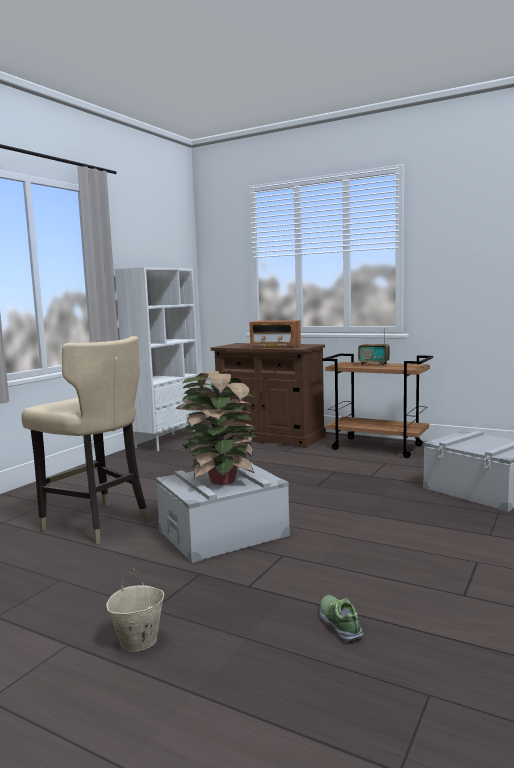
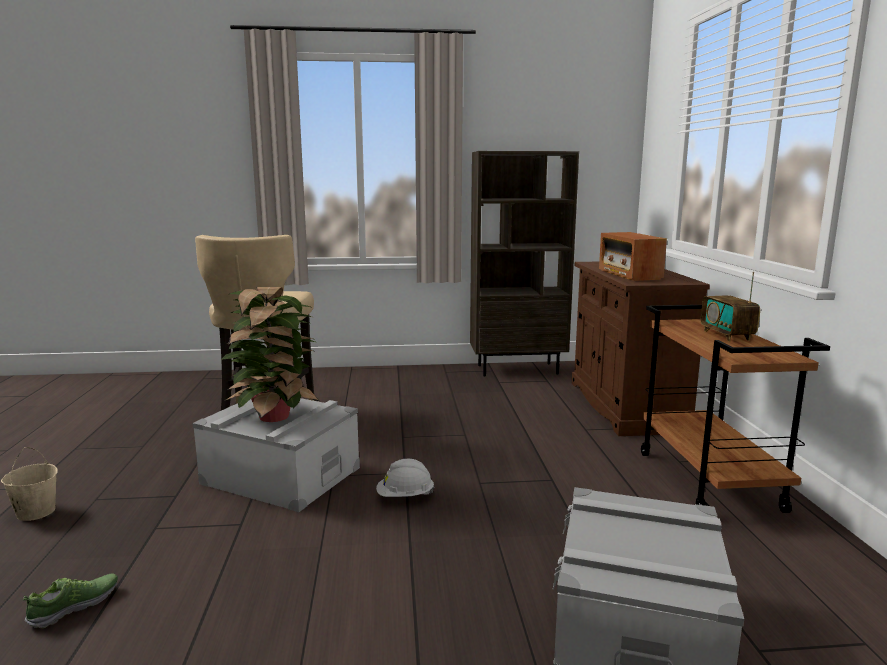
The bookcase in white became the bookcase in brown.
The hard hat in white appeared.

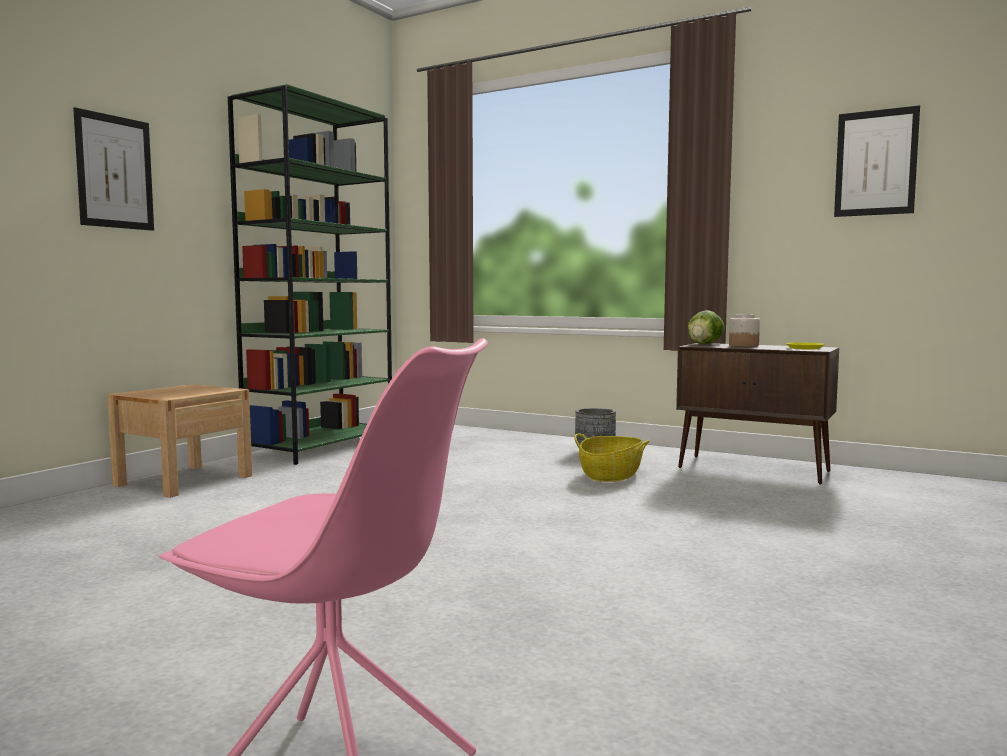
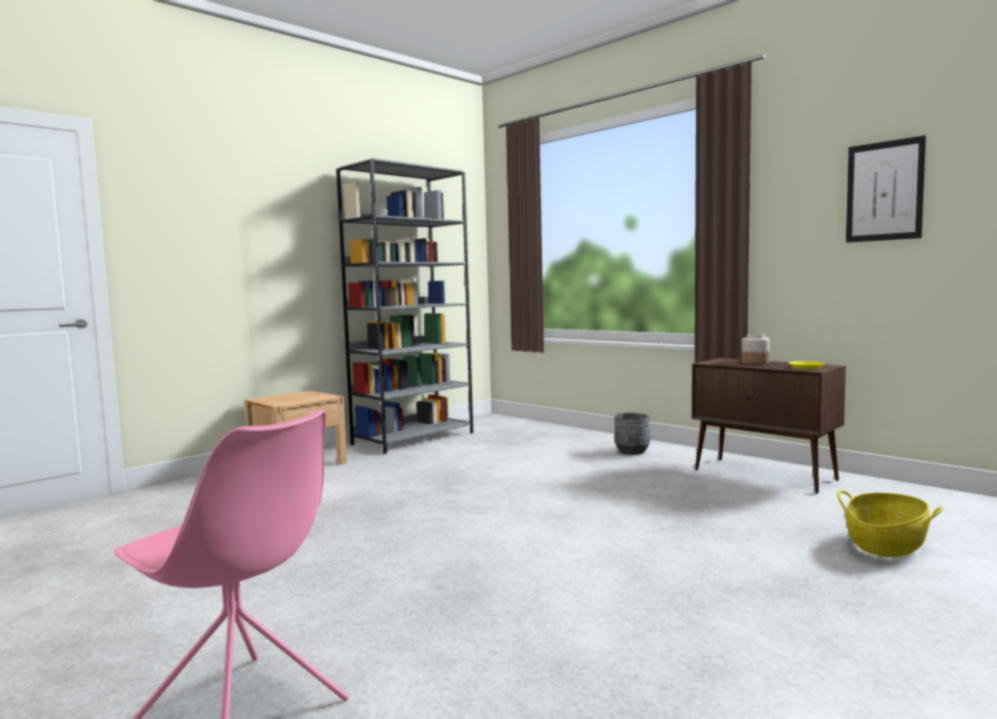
The bookcase in green became the bookcase in grey.
The picture (no. 1 from left) disappeared.
The lettuce disappeared.
The basket moved.

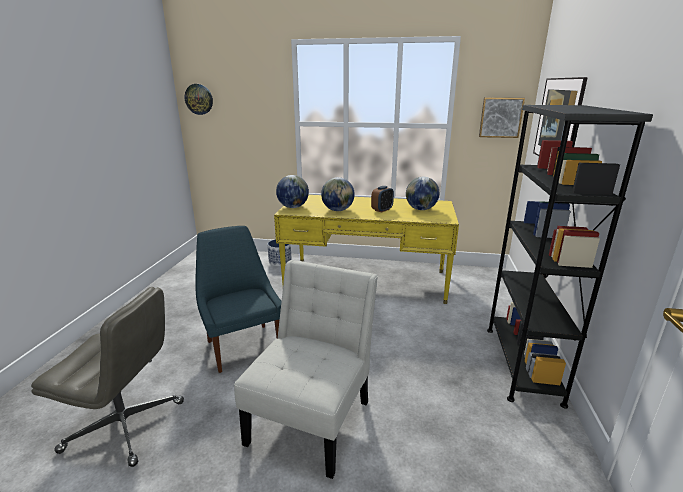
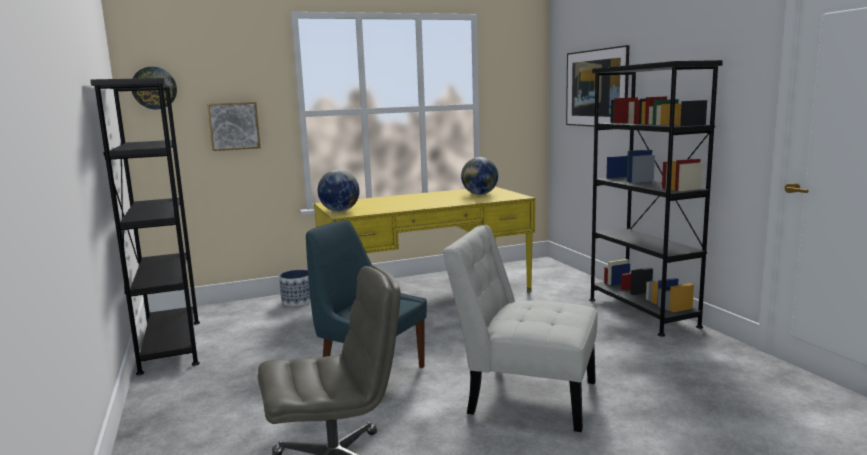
The picture (no. 1 from left) moved.
The globe (no. 2 from left) disappeared.
The alarm clock disappeared.
The chair in white turned 60 degrees counterclockwise.
The bookcase in black (no. 1 from left) appeared.

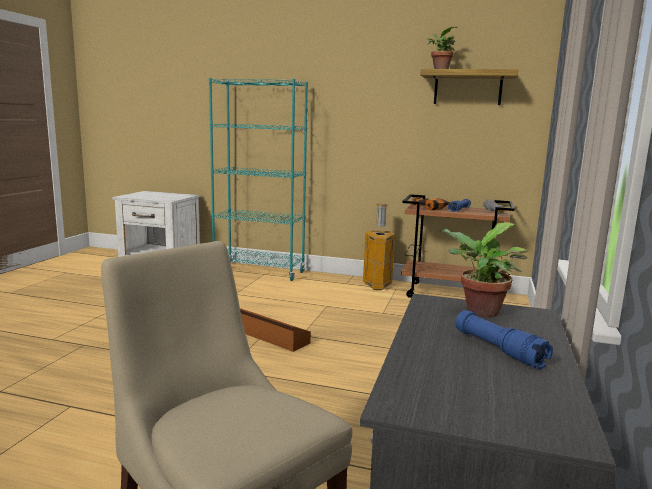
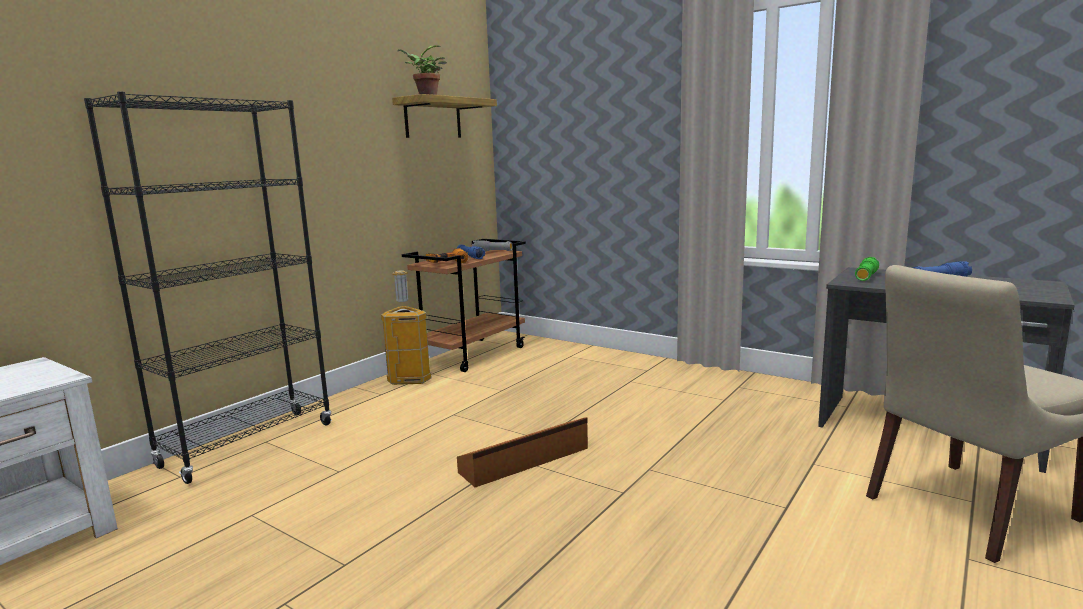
The bookcase in turquoise became the bookcase in black.
The potted plant (no. 2 from left) was replaced by the flashlight in green.

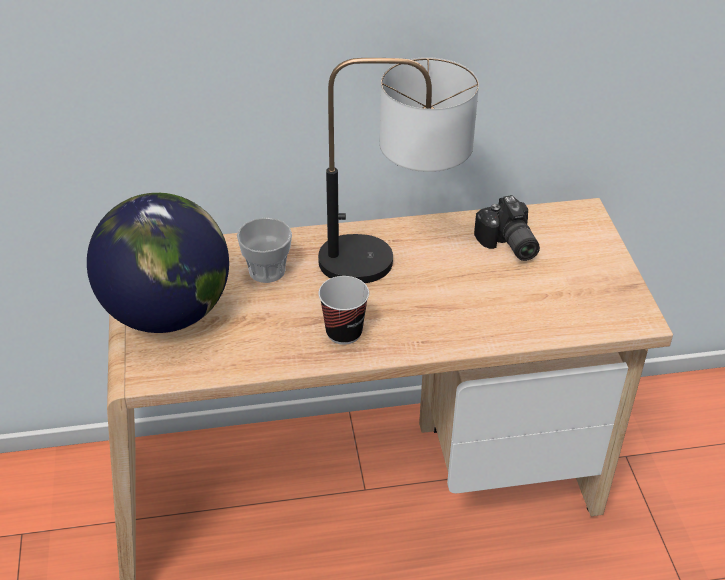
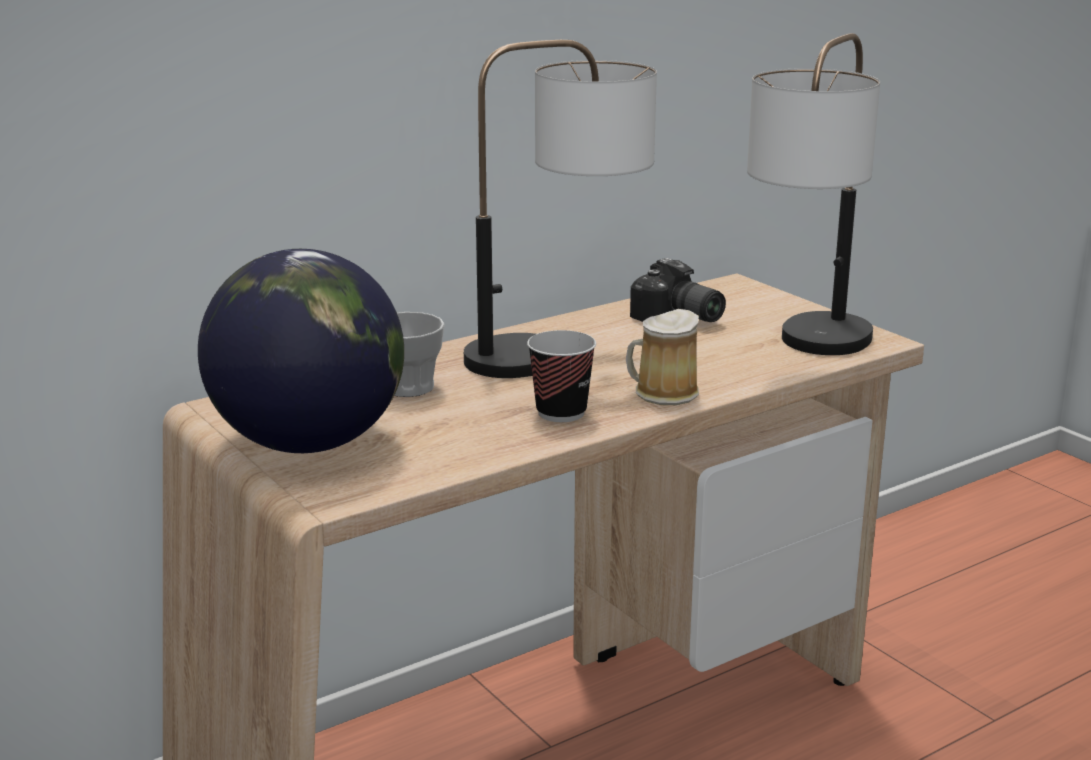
The table lamp (no. 2 from left) appeared.
The mug appeared.

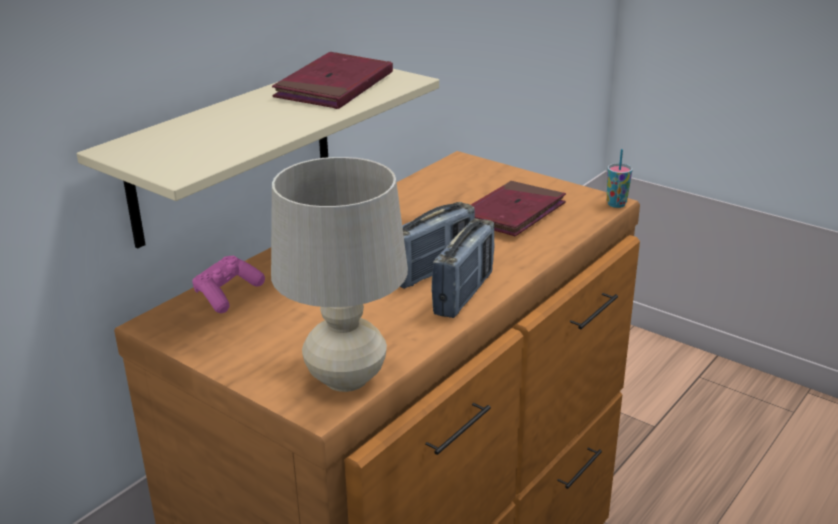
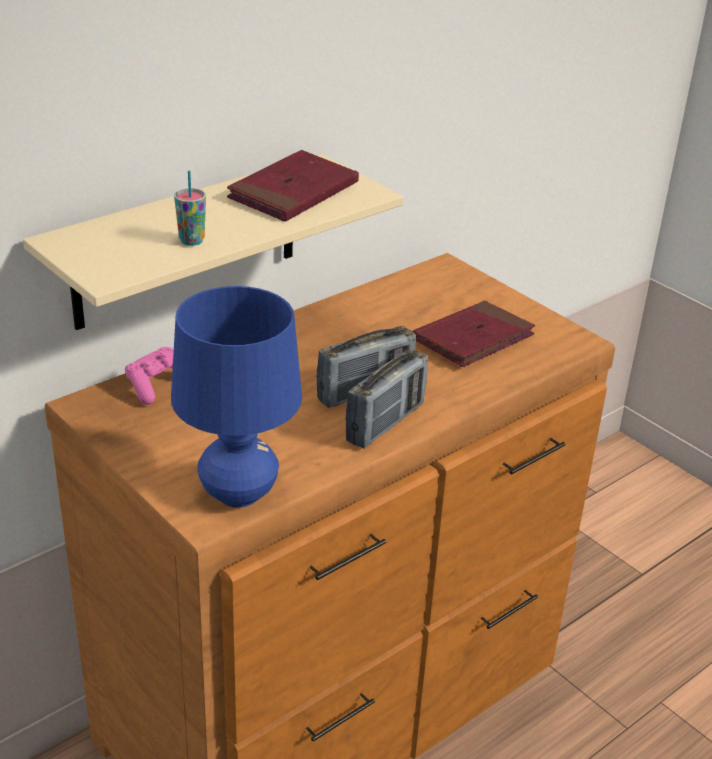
The cup moved.
The table lamp in beige became the table lamp in blue.

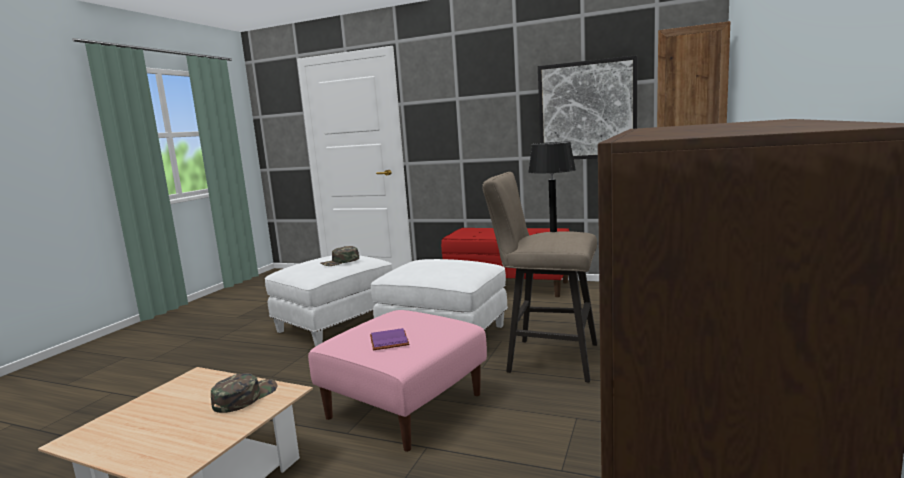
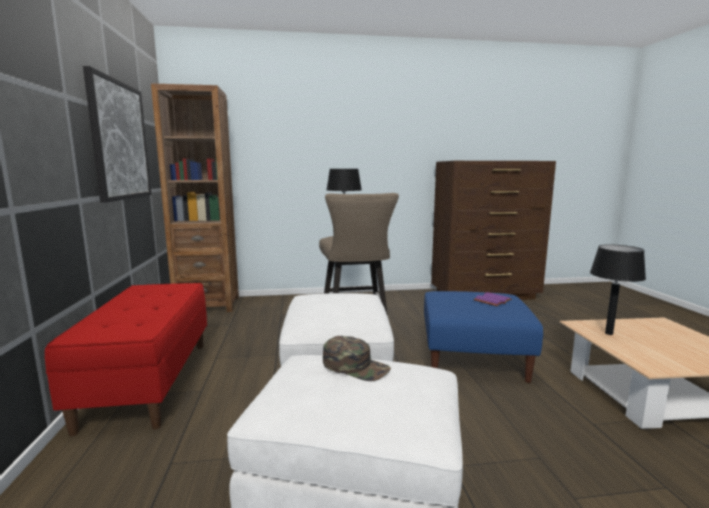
The ottoman in pink became the ottoman in blue.
The cap in green (no. 1 from left) was replaced by the table lamp in black (no. 2 from left).

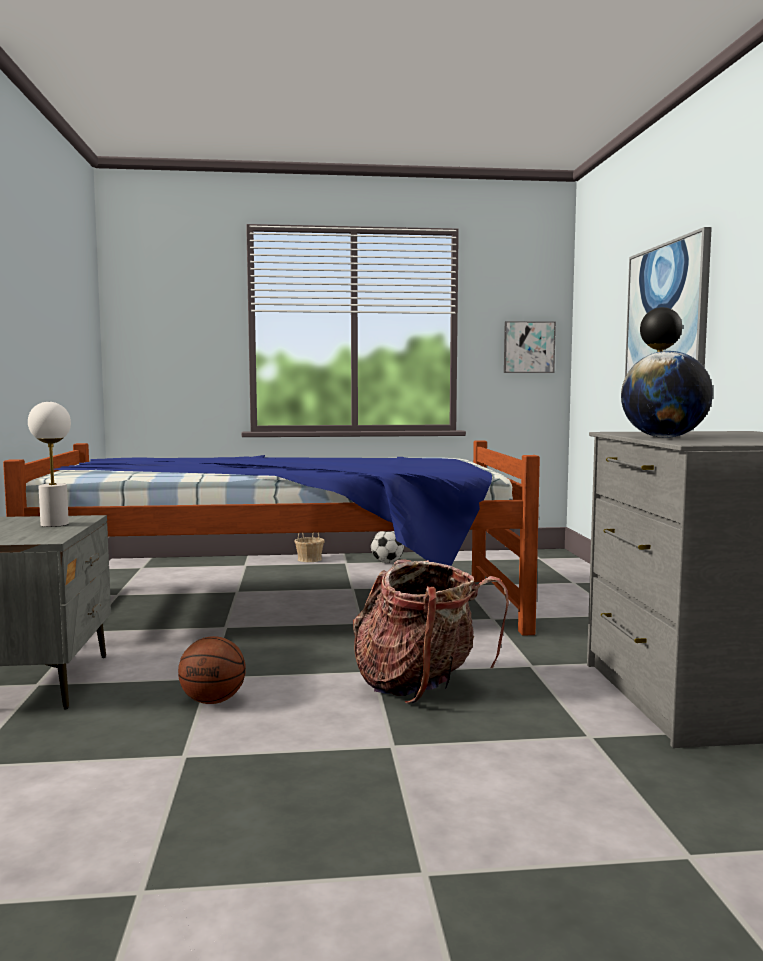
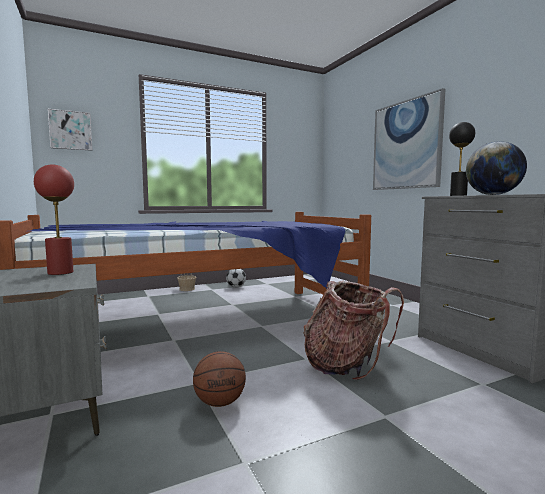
The picture (no. 1 from left) moved.
The table lamp in white became the table lamp in red.

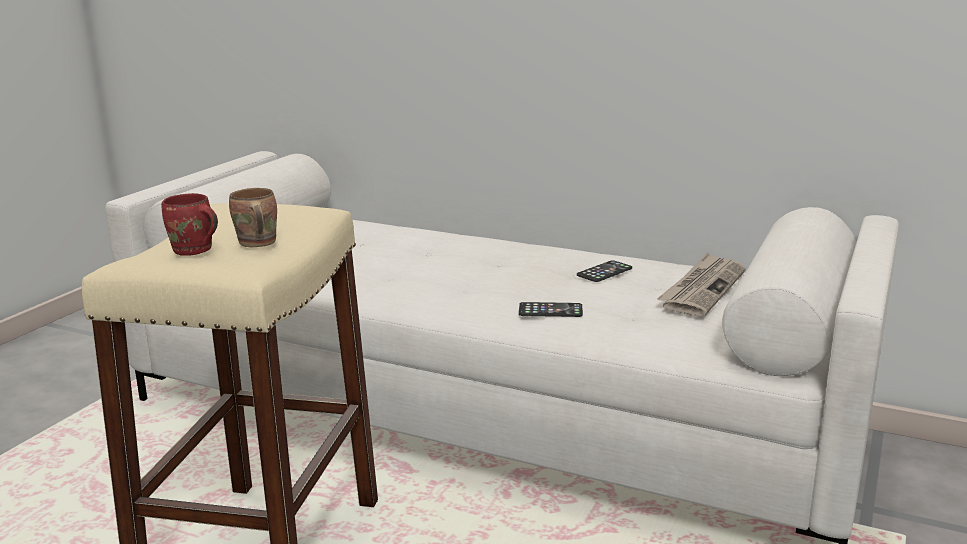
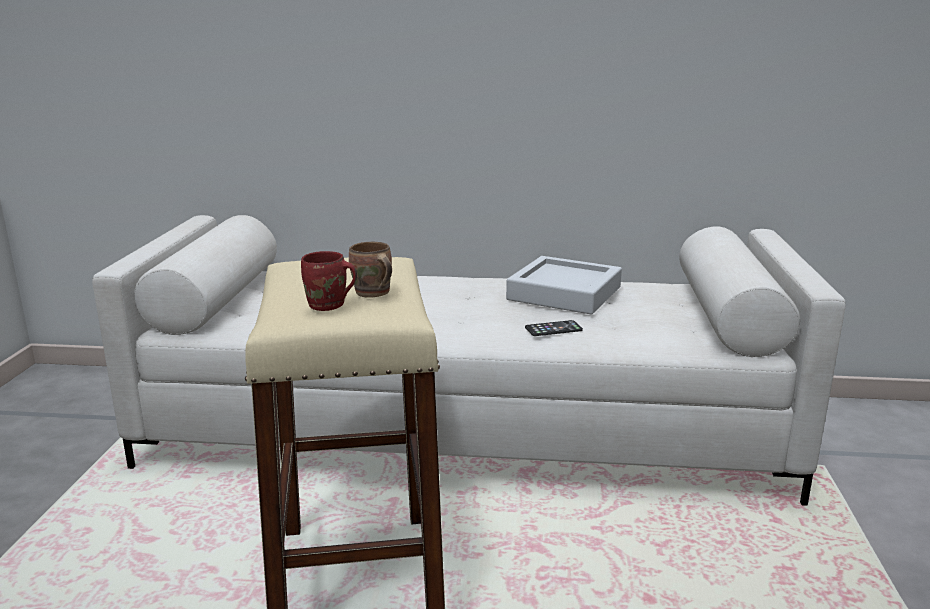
The newspaper disappeared.
The phone (no. 2 from left) was replaced by the tray in grey.

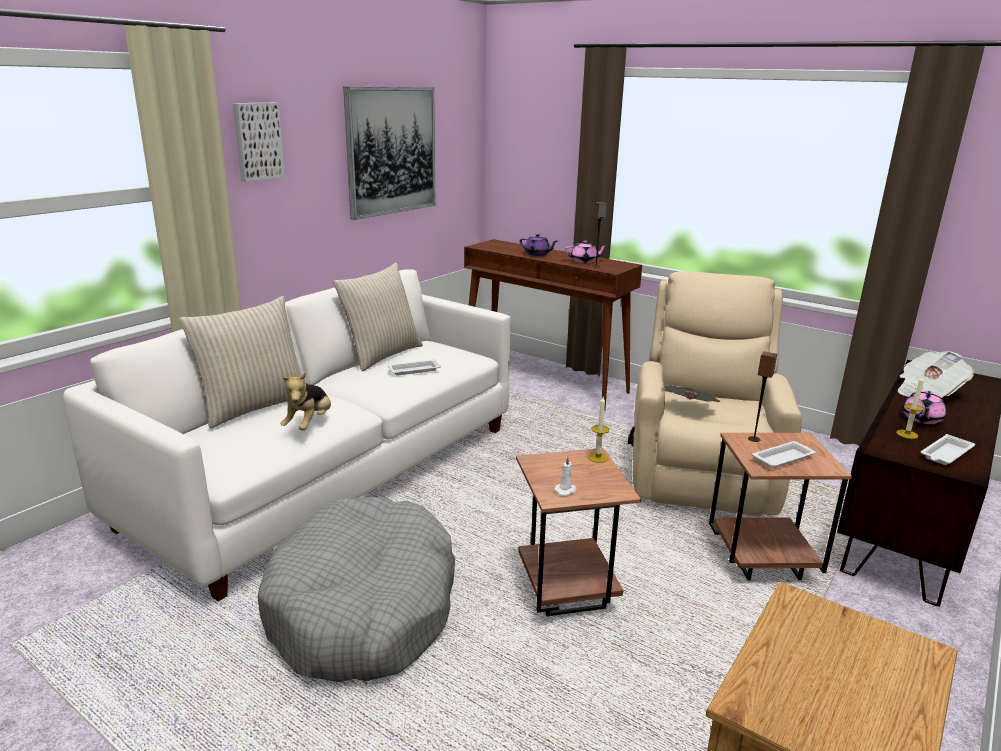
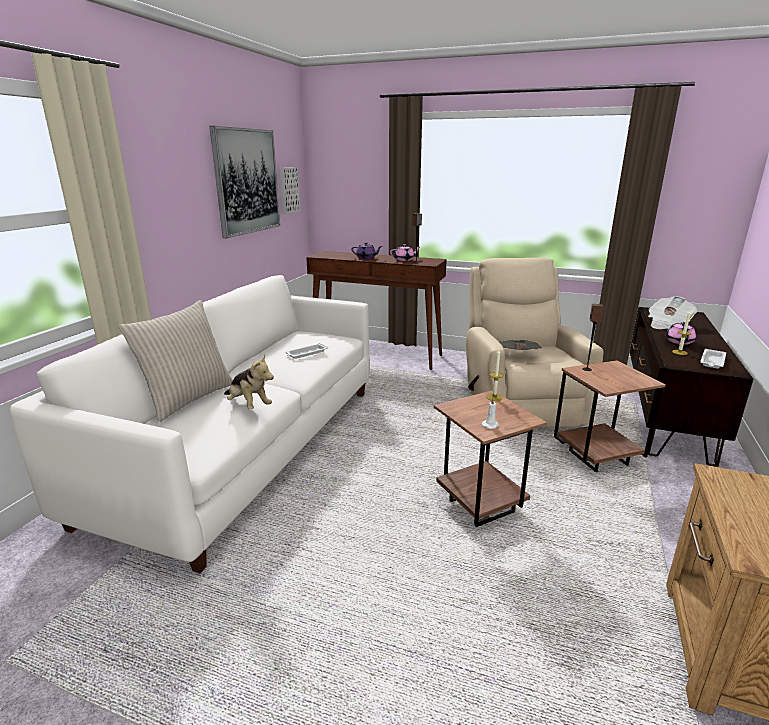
The picture (no. 1 from left in the first image) moved.
The pillow in beige (no. 2 from left) disappeared.
The plush toy turned 45 degrees counterclockwise.
The tray in white (no. 2 from left) disappeared.
The dog bed in grey disappeared.

